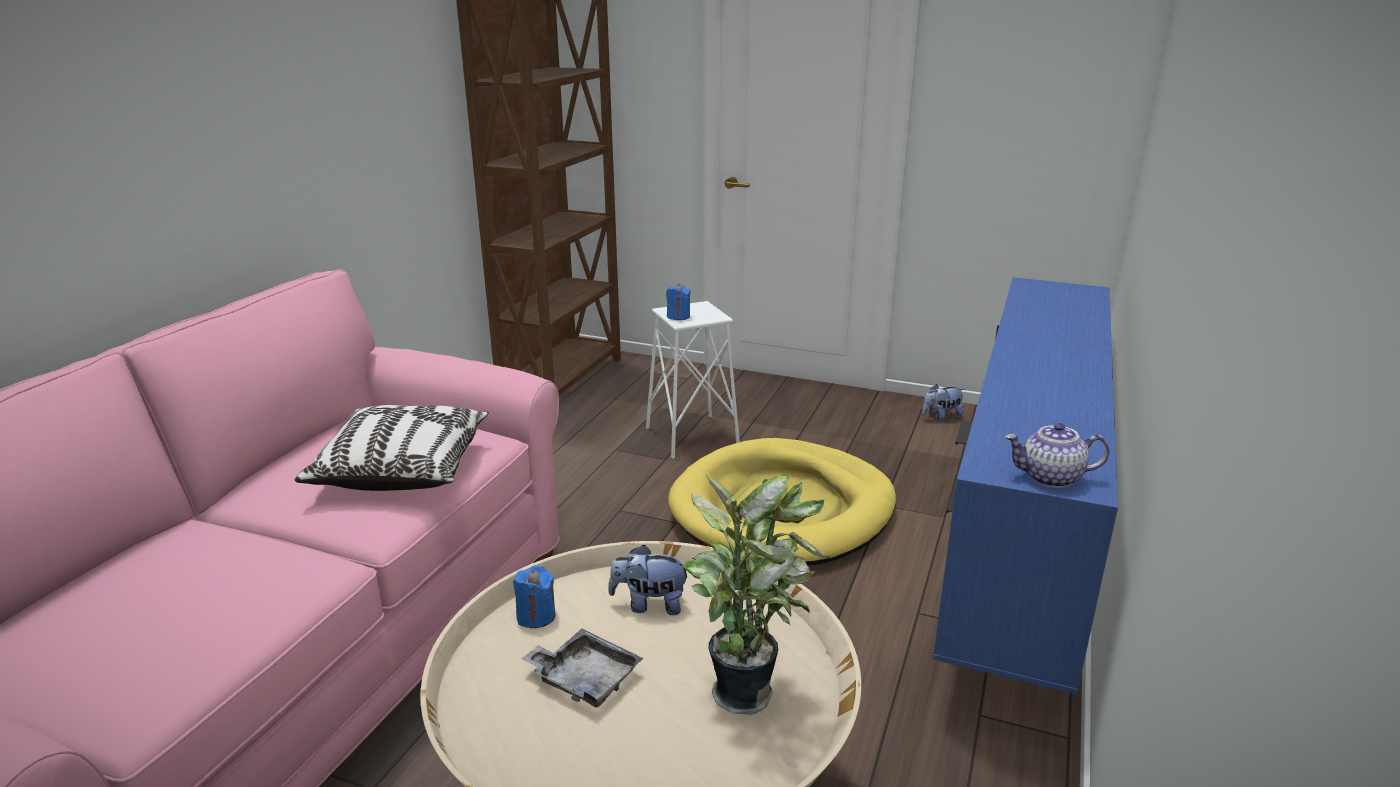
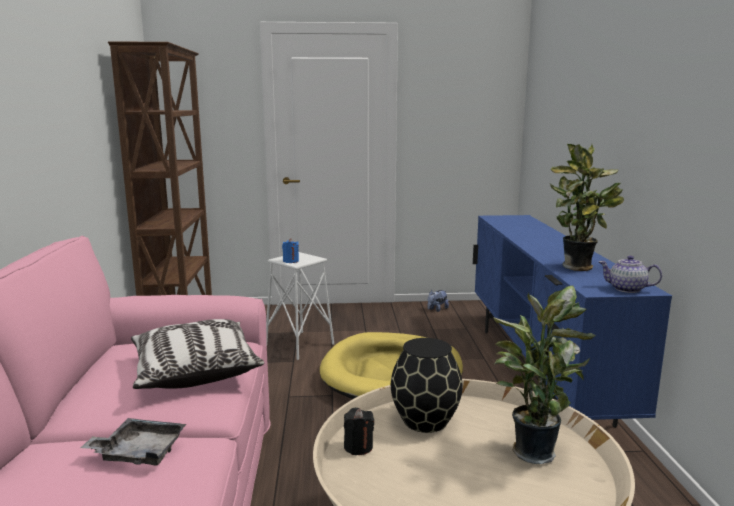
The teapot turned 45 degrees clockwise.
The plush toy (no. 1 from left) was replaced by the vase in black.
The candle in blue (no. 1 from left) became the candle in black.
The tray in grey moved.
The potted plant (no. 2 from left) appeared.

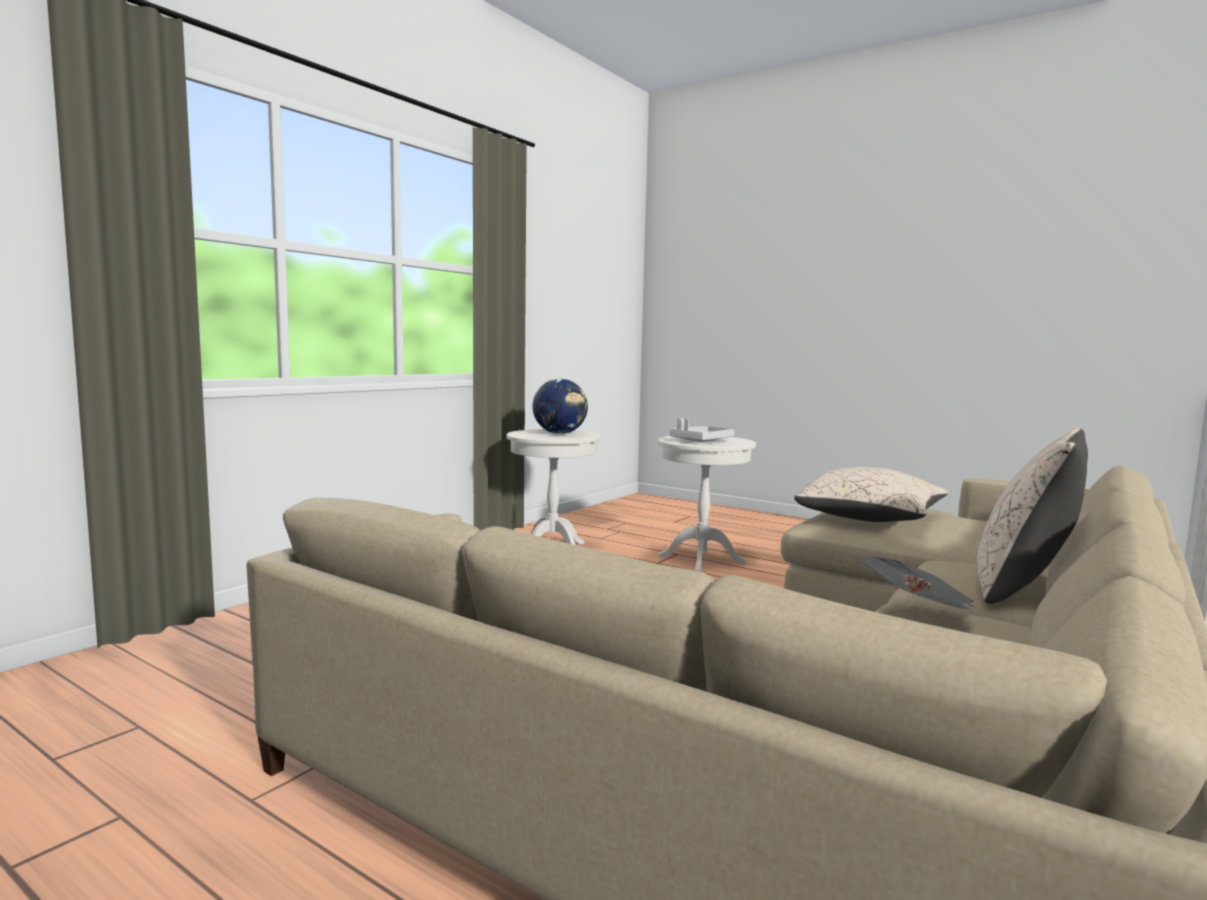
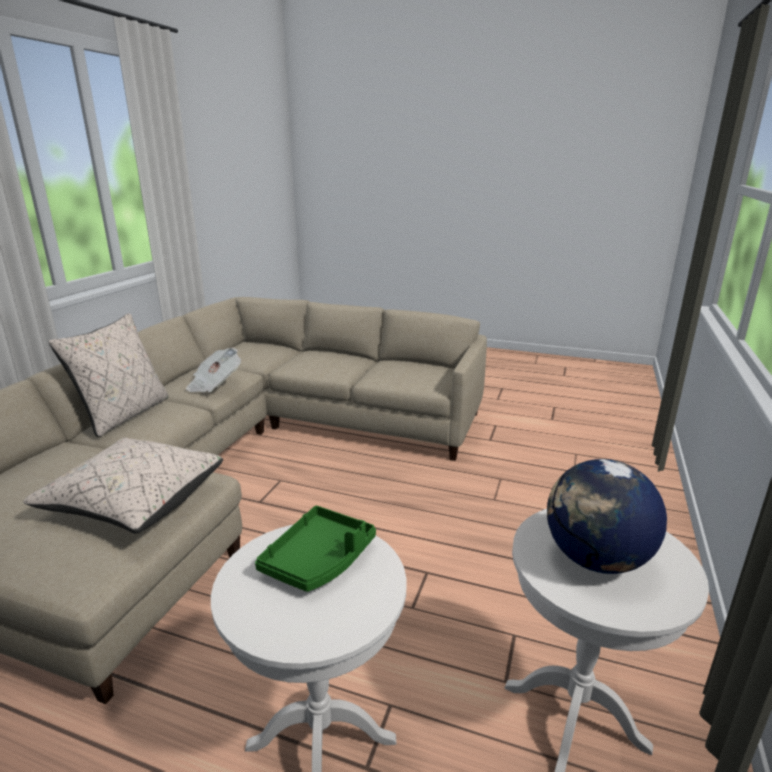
The tray in grey became the tray in green.

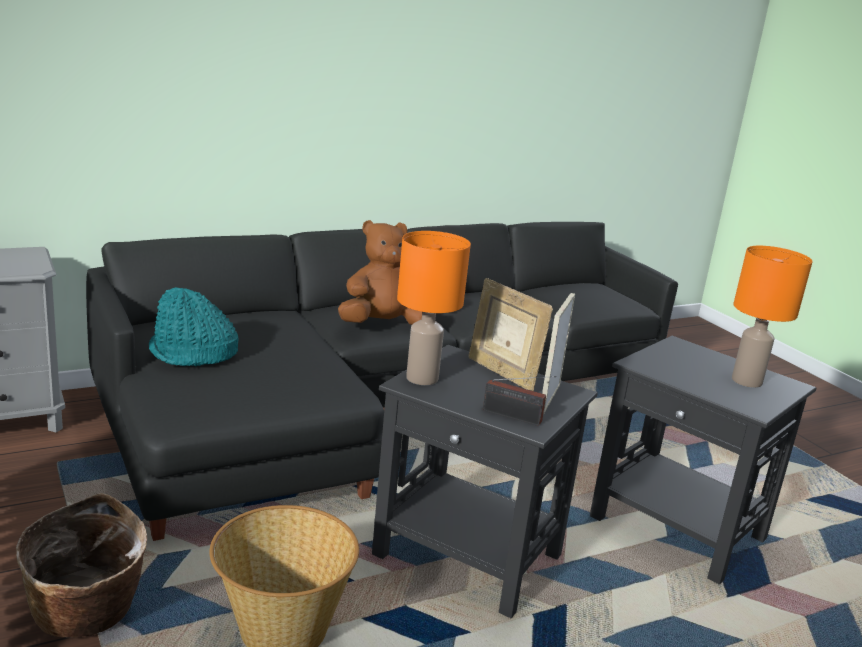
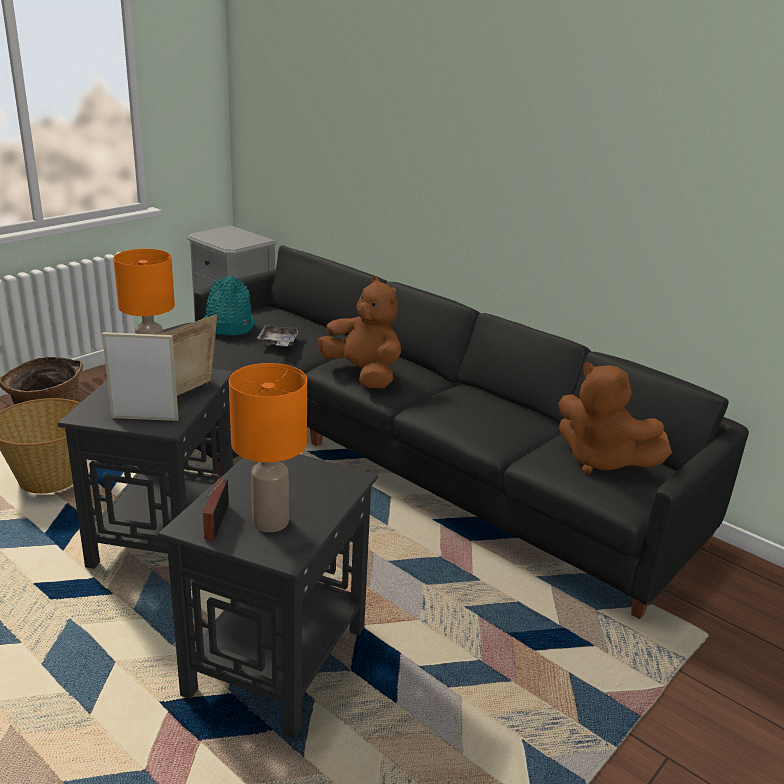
The radio moved.
The tray in grey appeared.
The plush toy in brown (no. 2 from left) appeared.

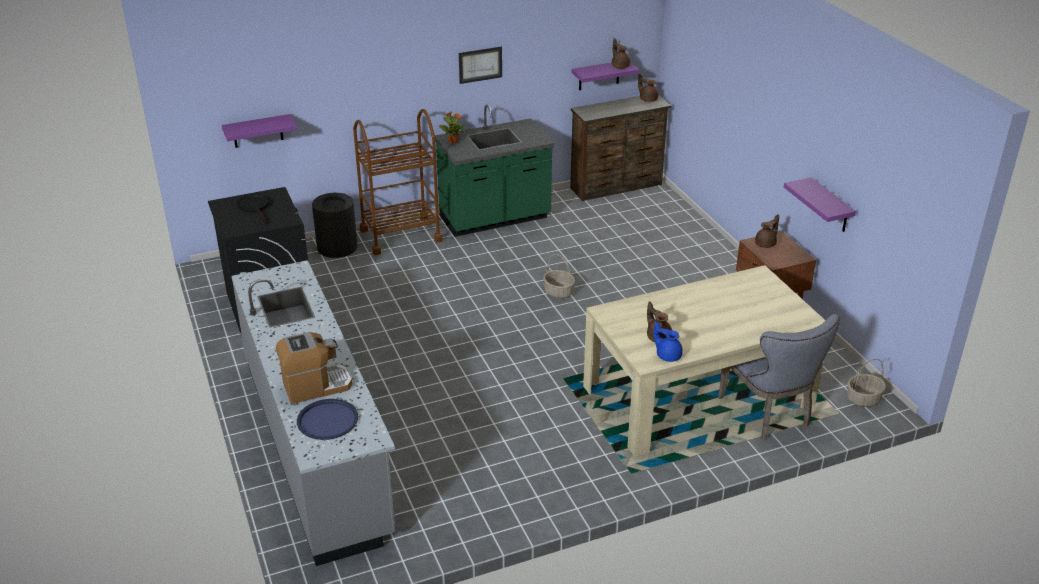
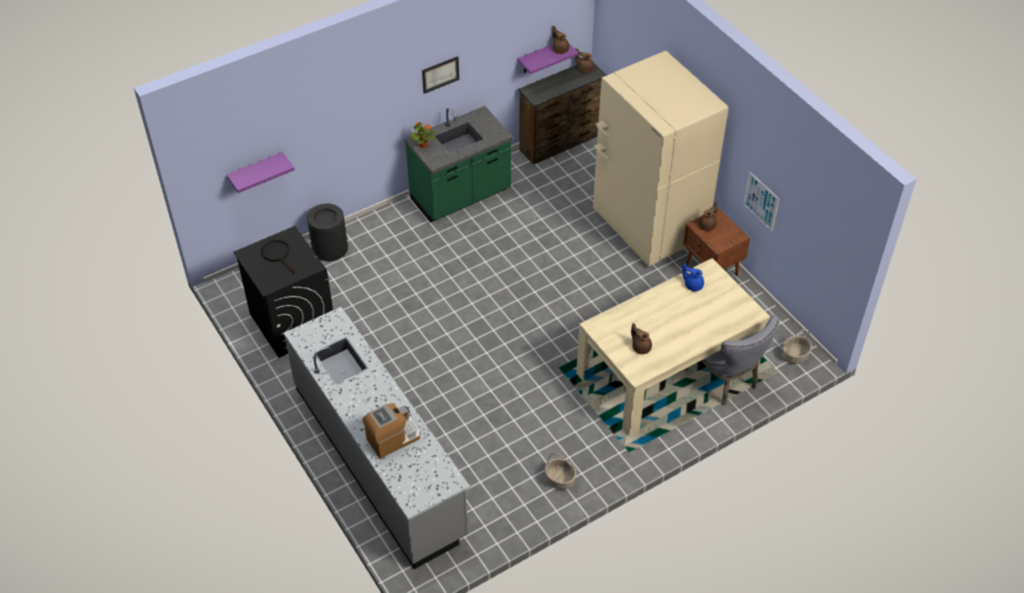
The cart in brown disappeared.
The shelf in purple (no. 3 from left) was replaced by the picture (no. 2 from left).
The basket (no. 1 from left) moved.
The teapot in blue moved.
The tray in blue disappeared.
The fridge in beige appeared.

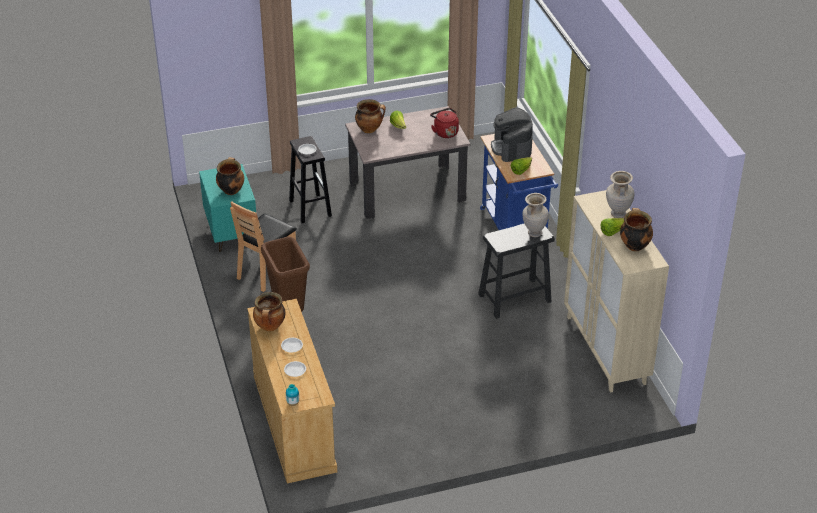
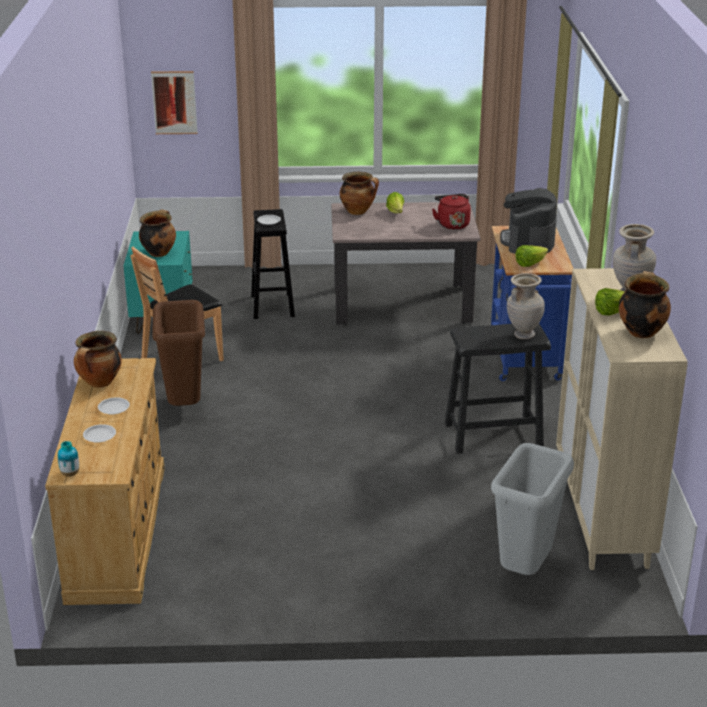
The picture appeared.
The trash can in grey appeared.

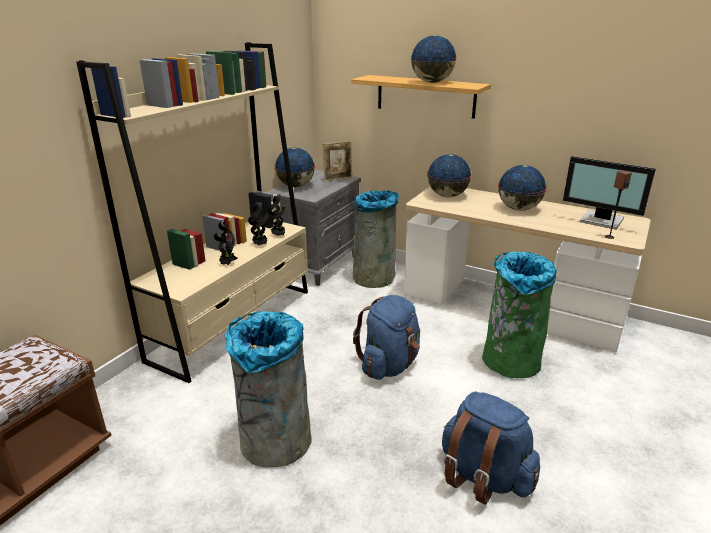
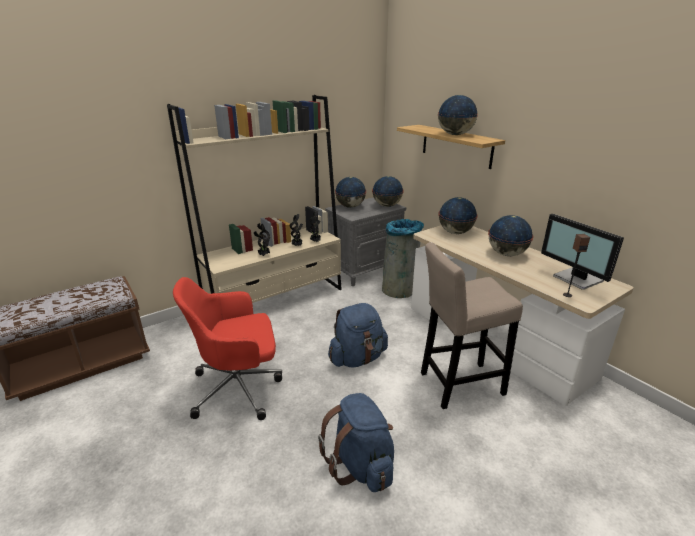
The picture frame was replaced by the globe (no. 2 from left).
The trash can in green was replaced by the stool in beige.
The trash can in grey (no. 1 from left) was replaced by the office chair in red.

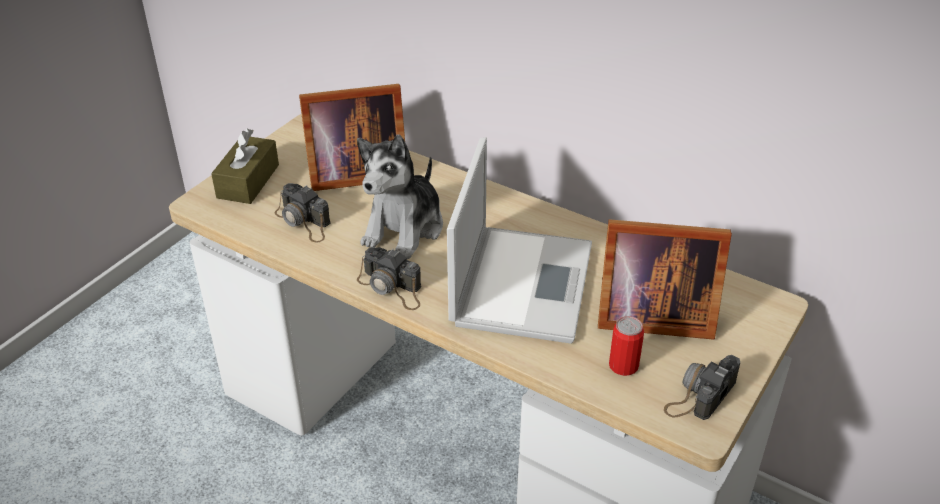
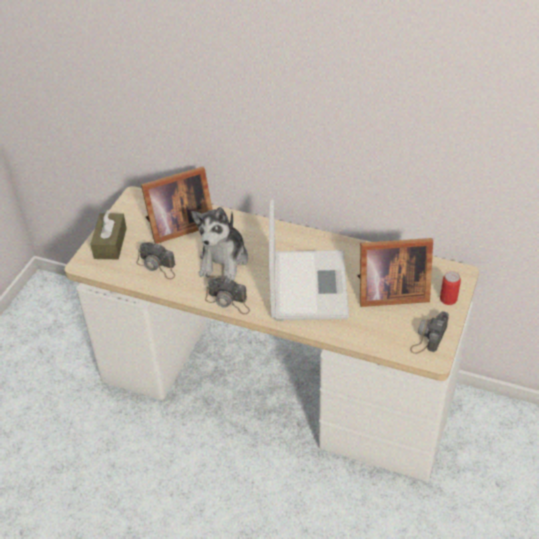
The can moved.

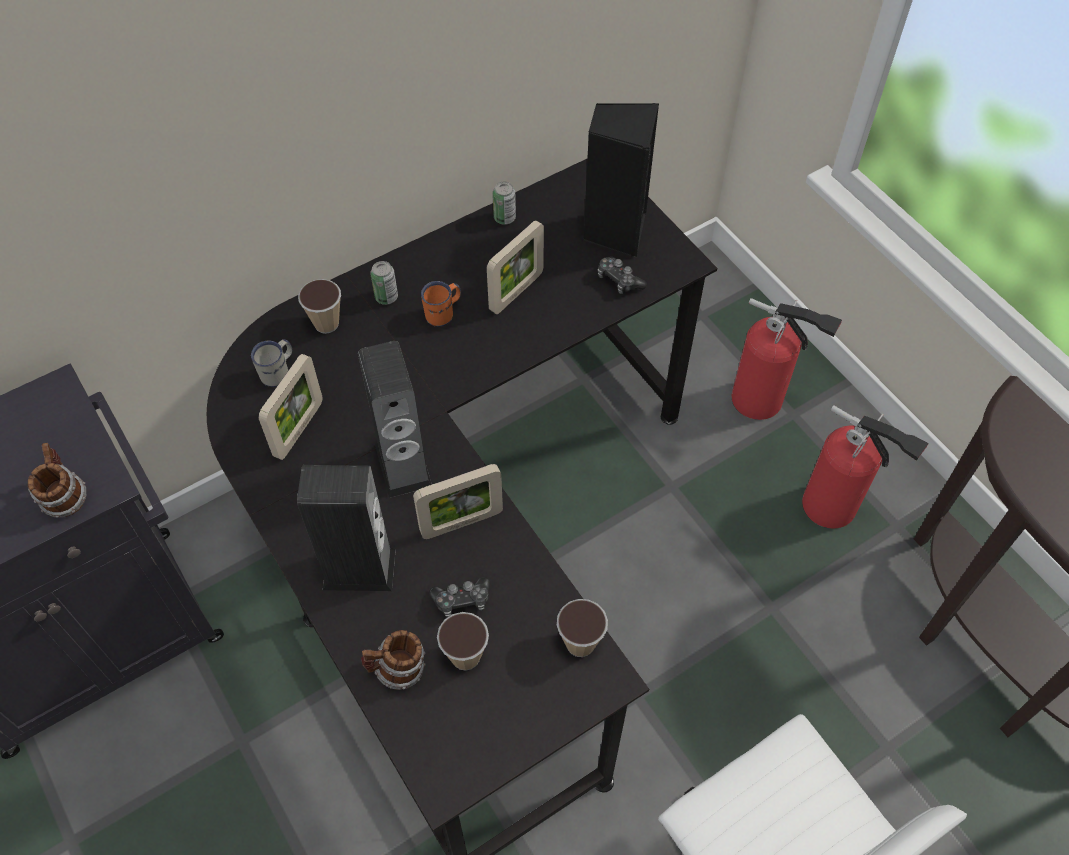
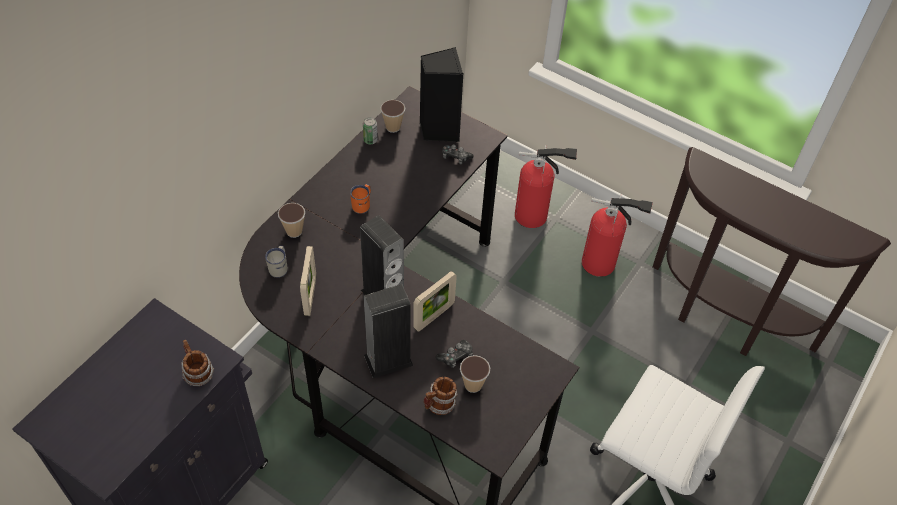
The picture frame (no. 3 from left) disappeared.
The can (no. 1 from left) disappeared.
The cup (no. 3 from left in the first image) moved.

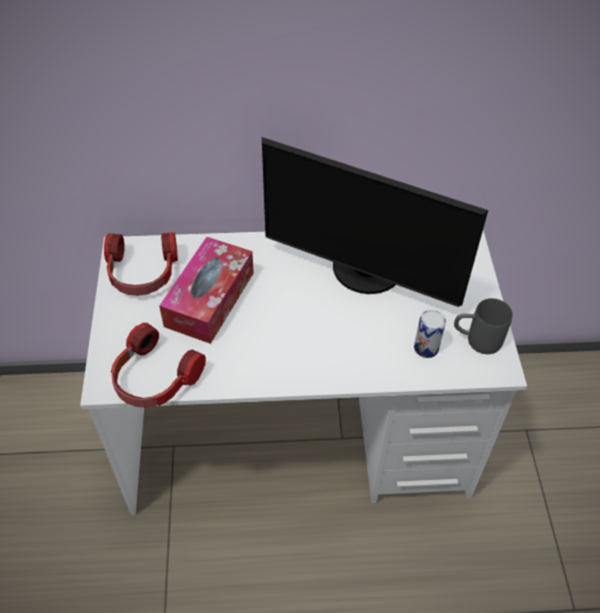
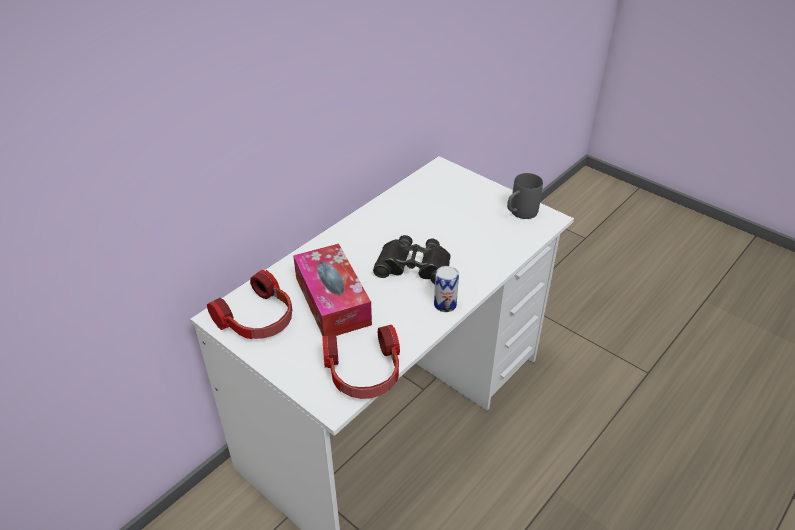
The monitor disappeared.
The can moved.
The binoculars in black appeared.

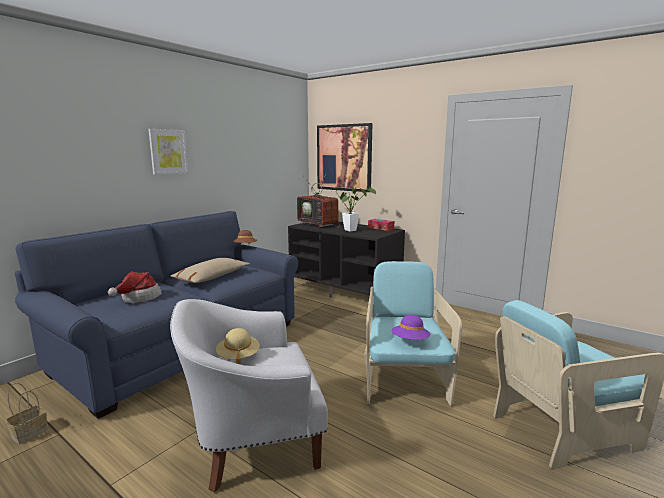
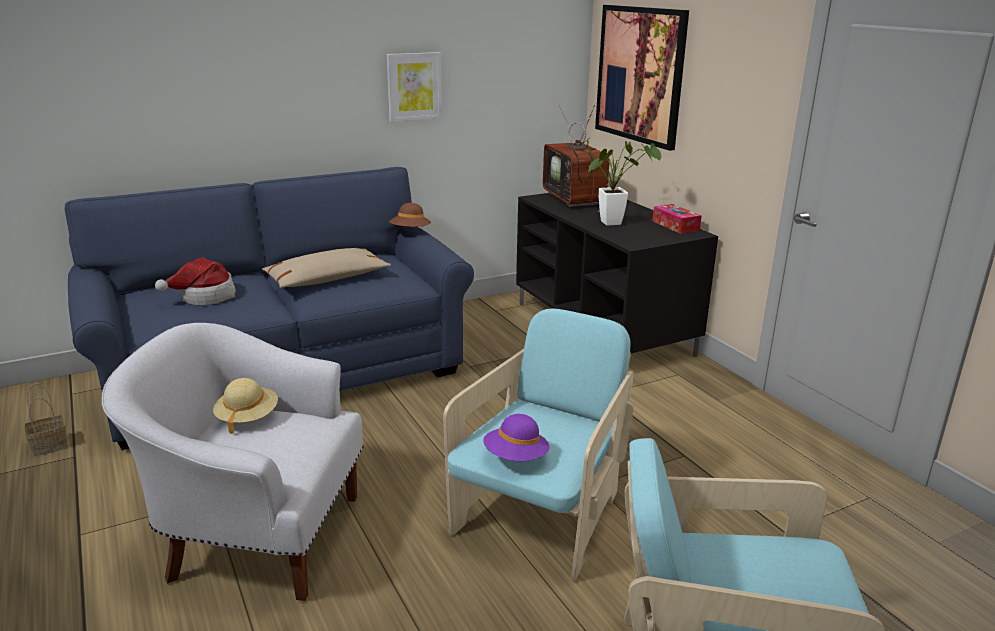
The picture (no. 1 from left) moved.

